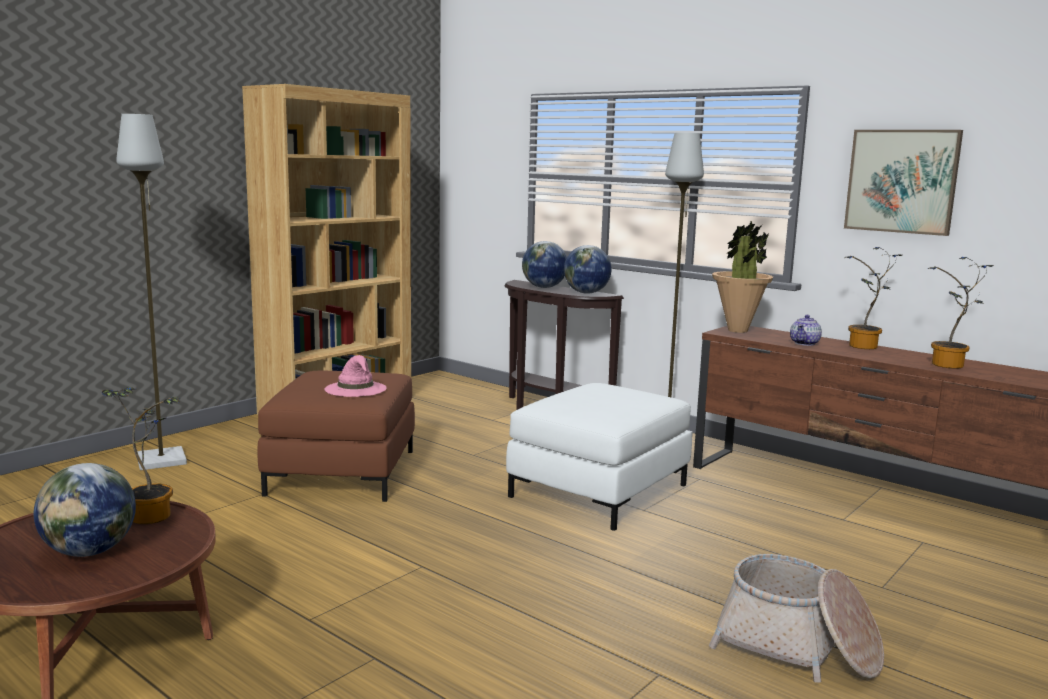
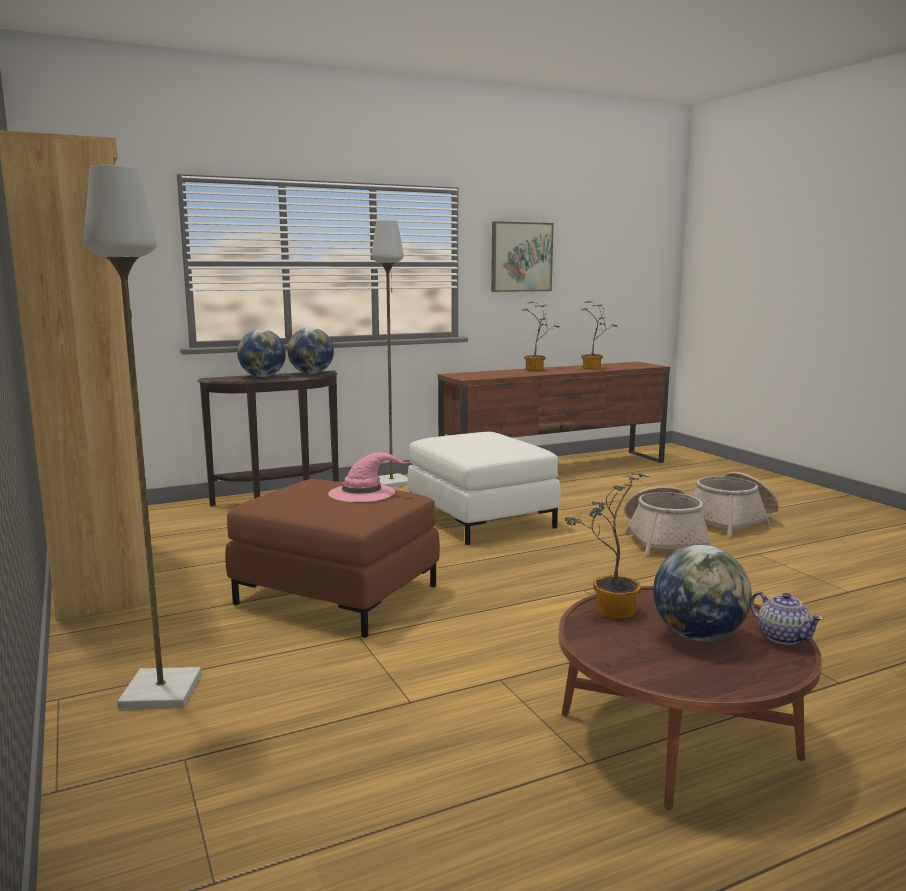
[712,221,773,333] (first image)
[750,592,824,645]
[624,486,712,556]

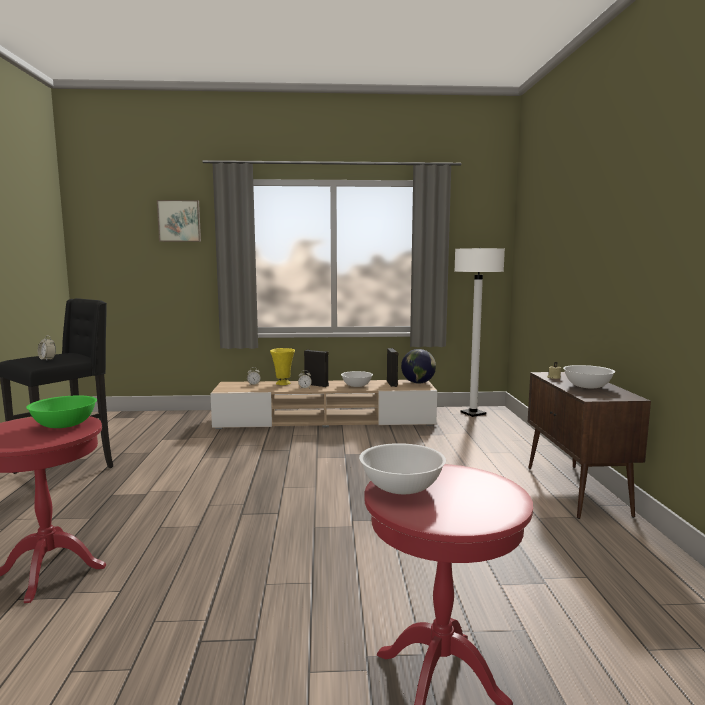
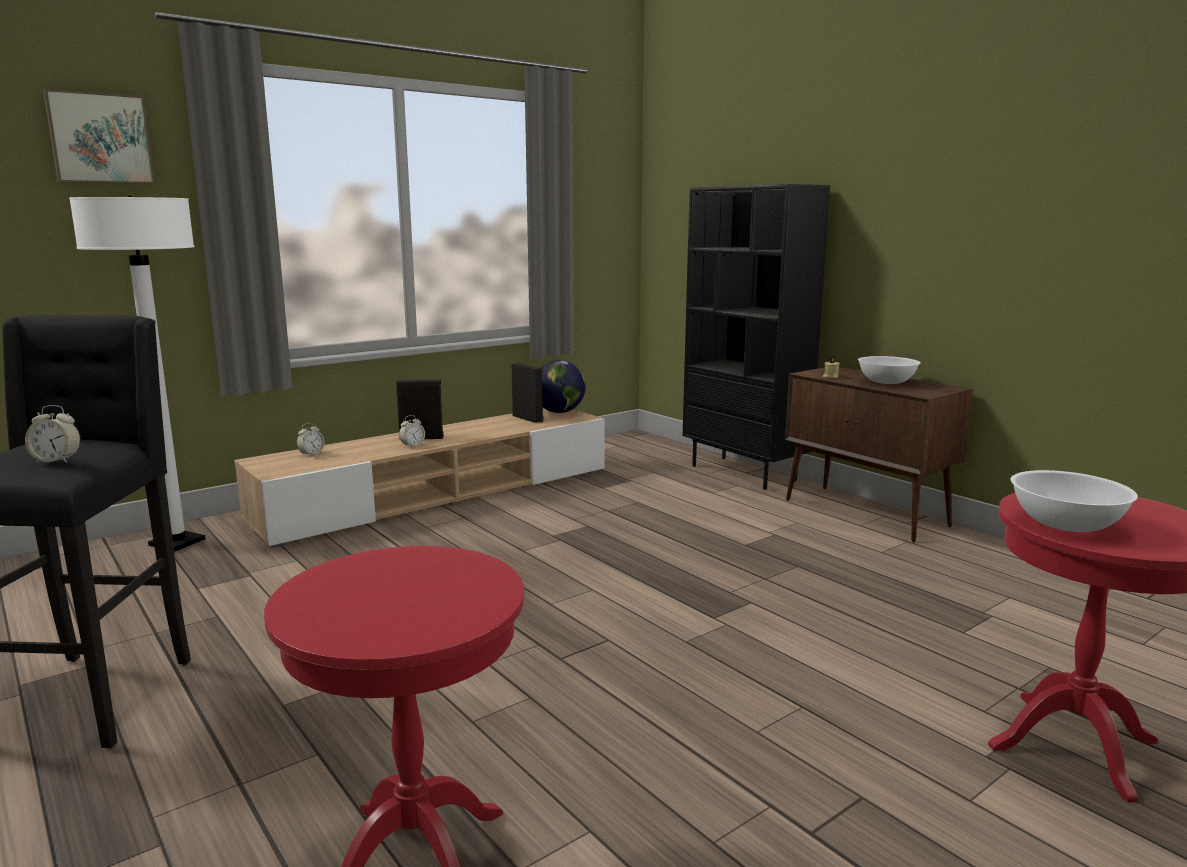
[69,196,206,552]
[270,348,295,385] (first image)
[341,371,373,387] (first image)
[26,395,97,428] (first image)
[683,184,830,490]

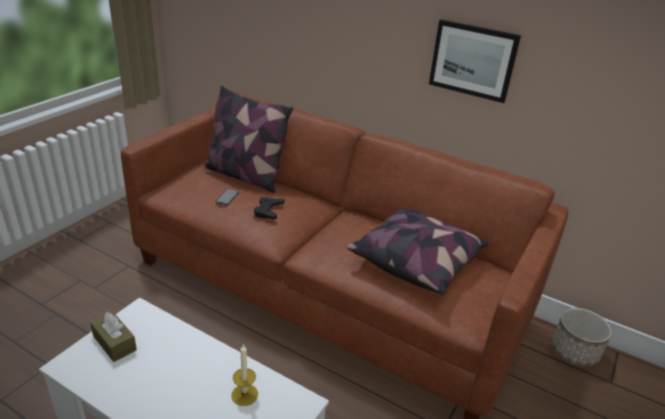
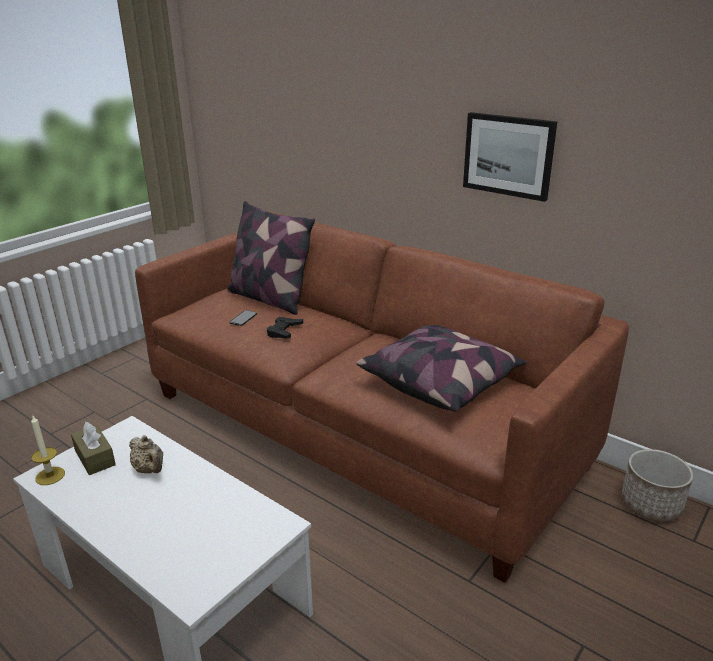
[31,416,65,485]
[129,435,163,473]

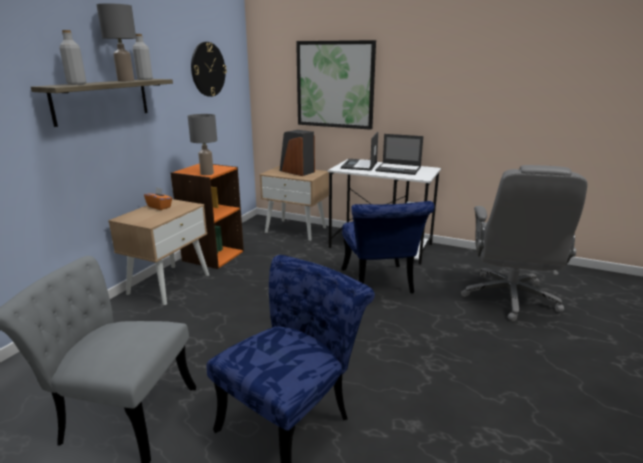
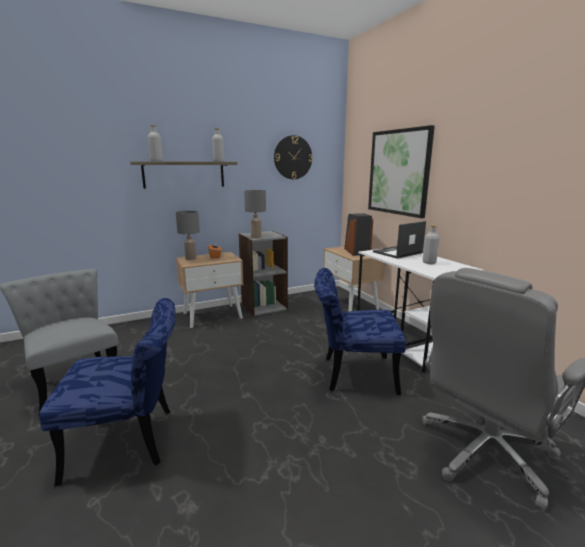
[176,211,200,260]
[422,225,439,264]
[239,231,288,316]
[314,268,406,395]

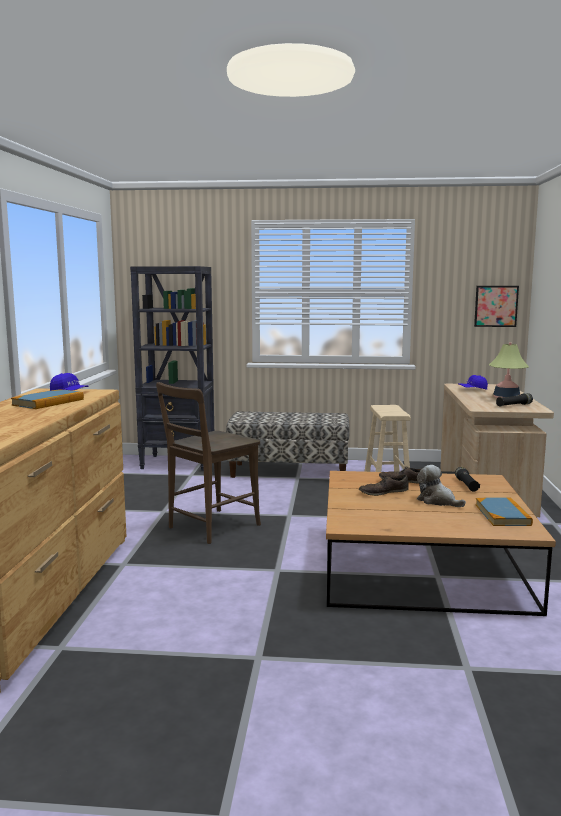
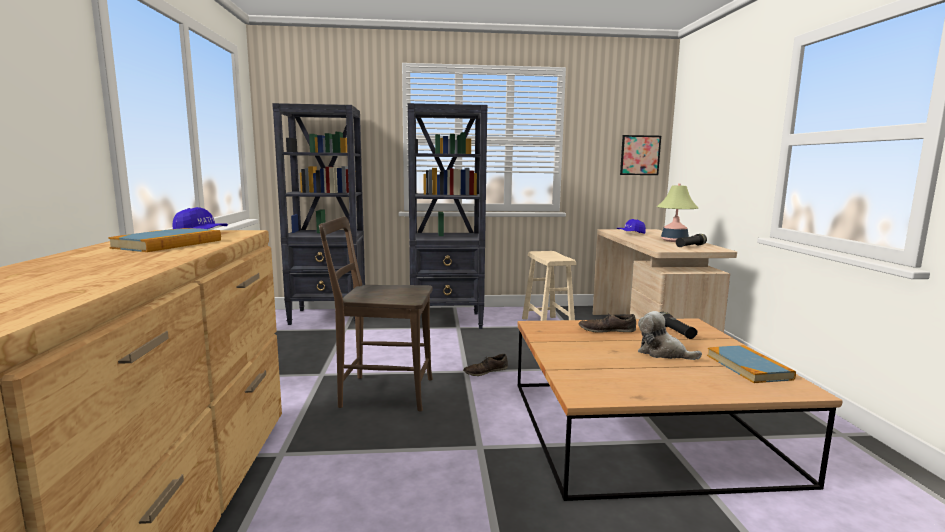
[319,217,433,411]
[408,103,488,329]
[463,354,508,376]

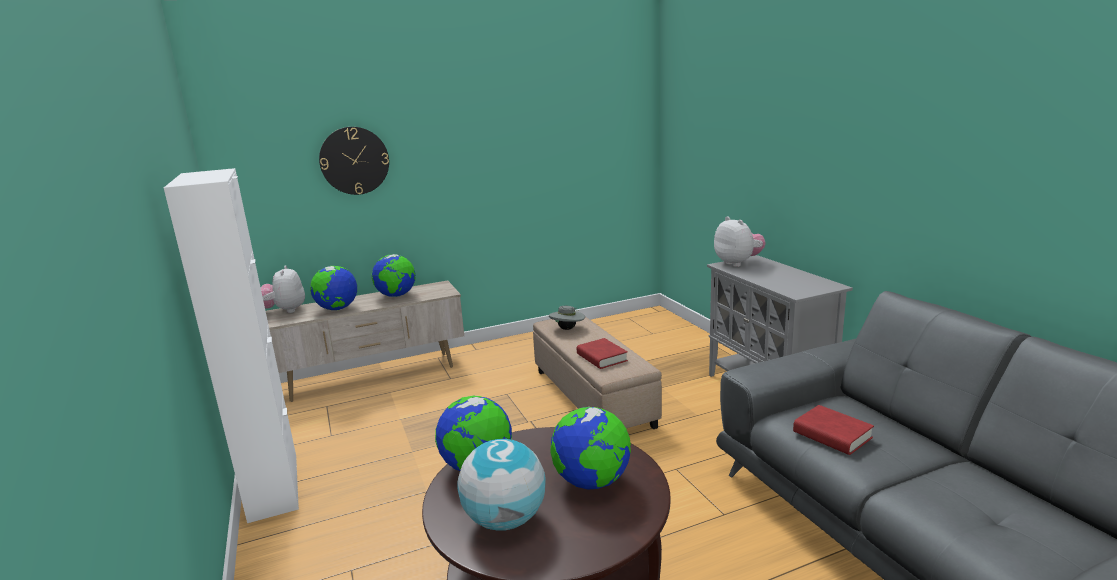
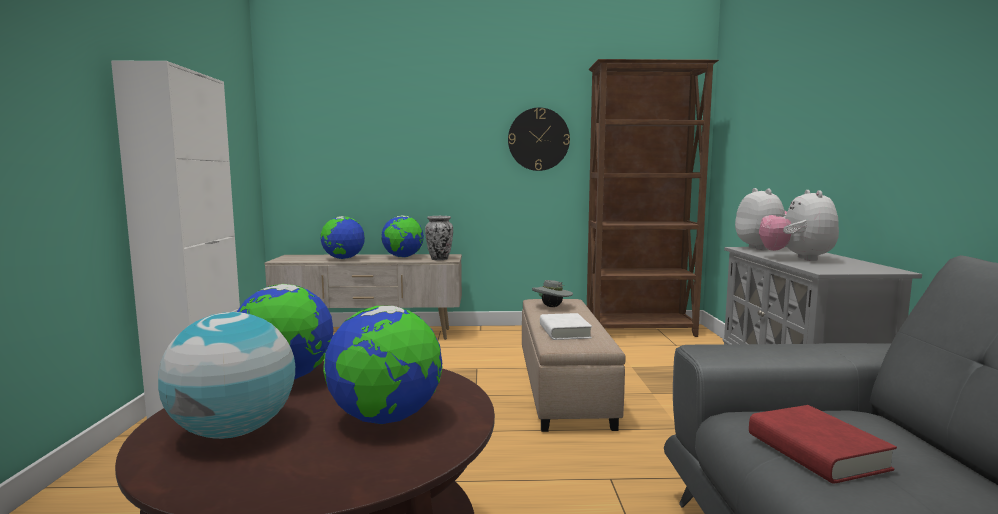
[508,108,570,171]
[759,190,839,261]
[540,313,592,340]
[587,59,719,337]
[425,216,453,260]

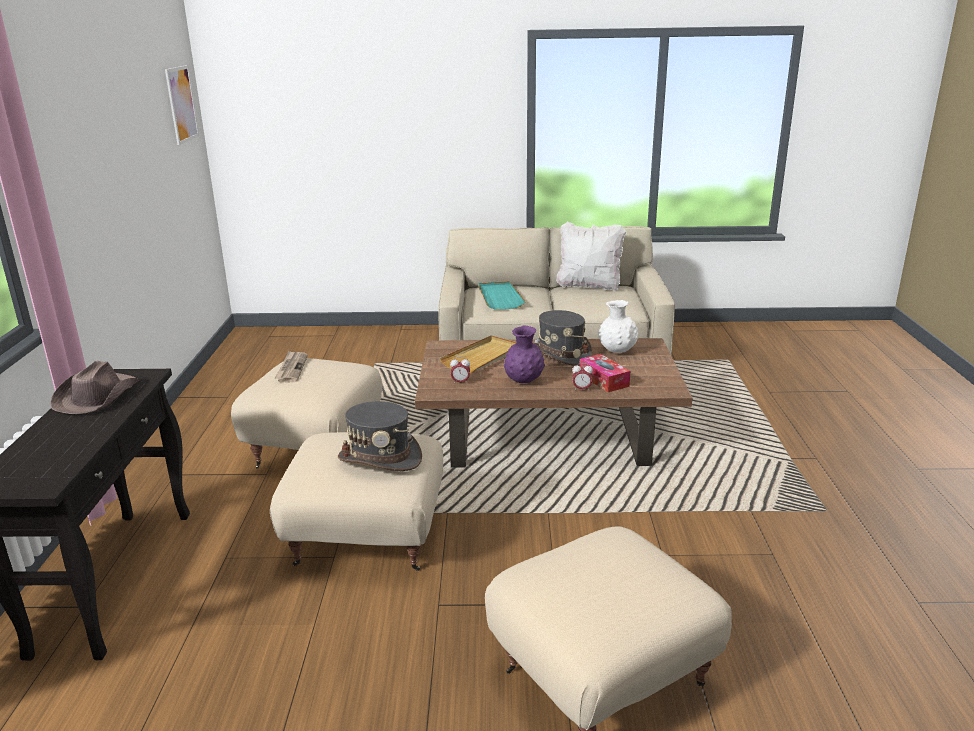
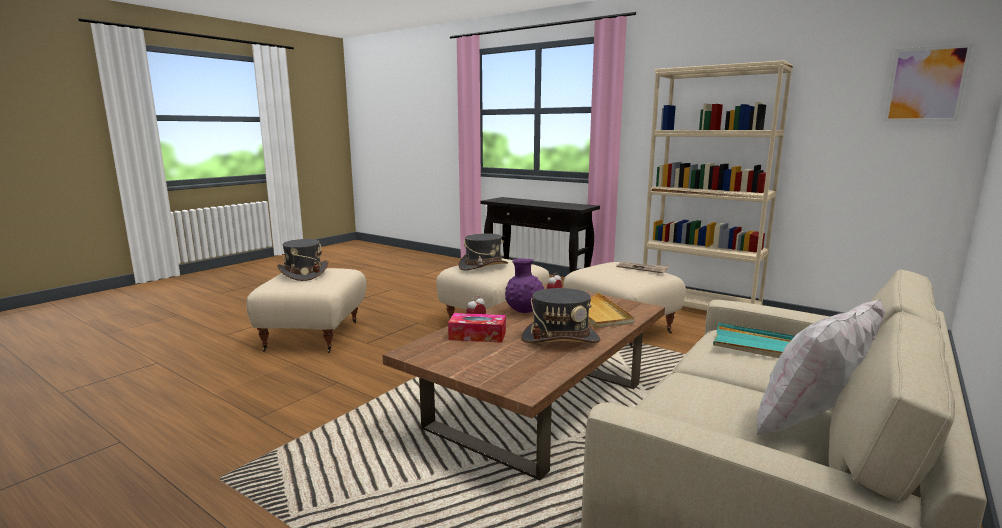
[598,300,638,353] (first image)
[50,361,140,414] (first image)
[643,60,793,311]
[277,239,328,281]

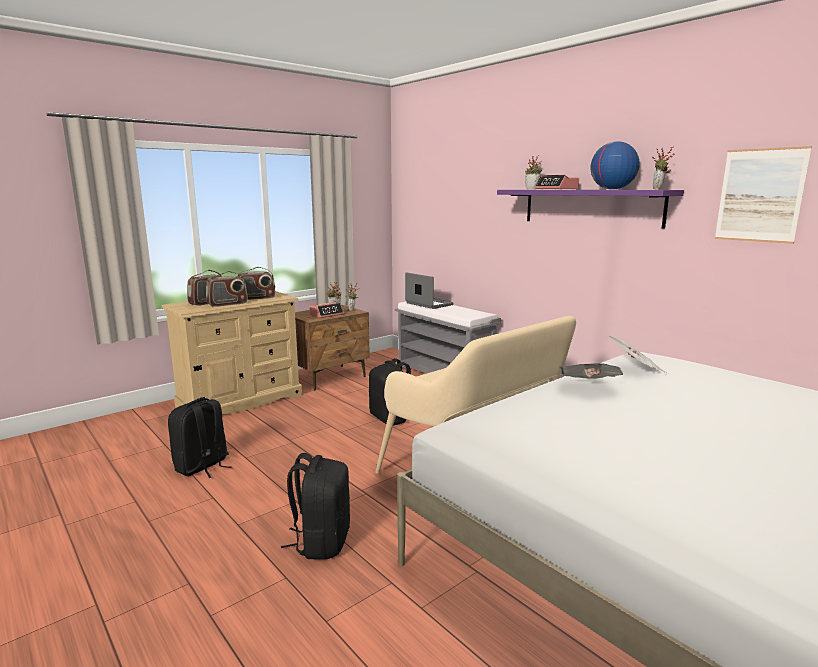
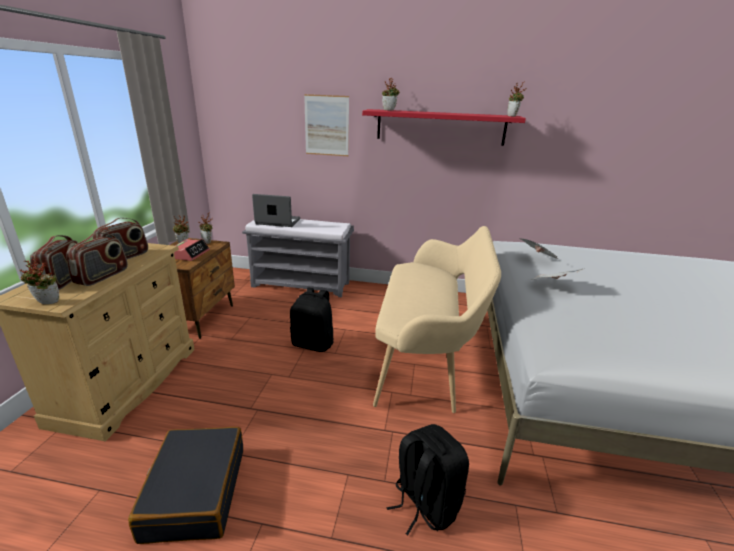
[591,141,640,190] (first image)
[304,94,349,156]
[535,175,579,190] (first image)
[362,109,526,146]
[128,427,243,544]
[20,256,59,304]

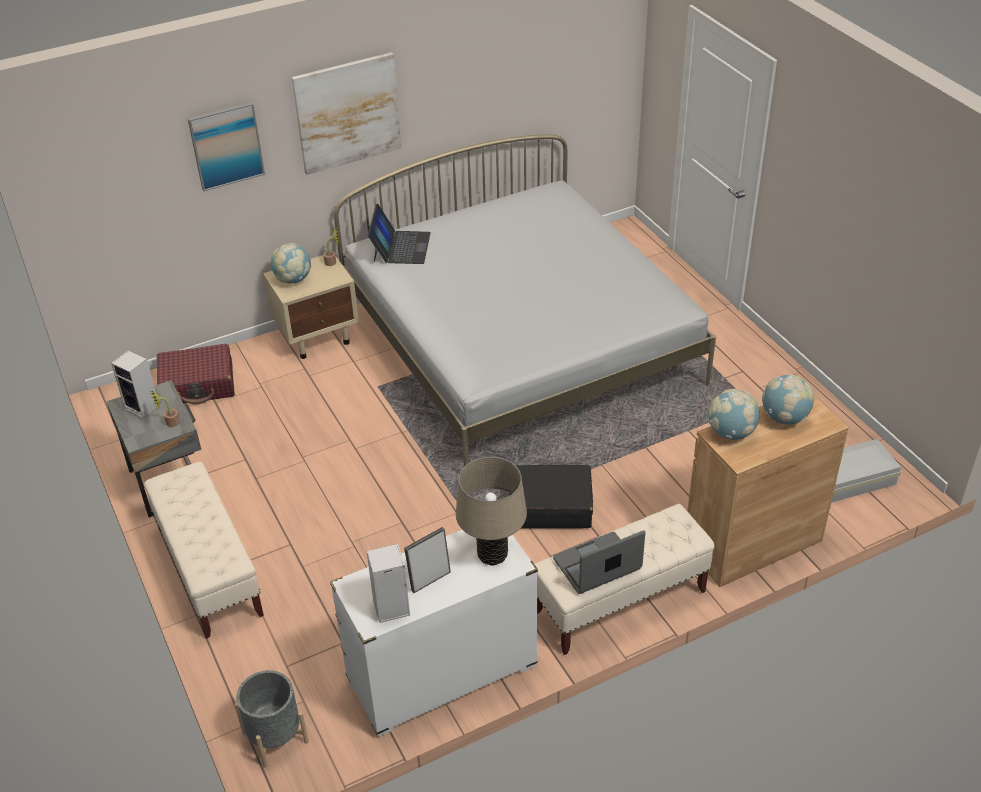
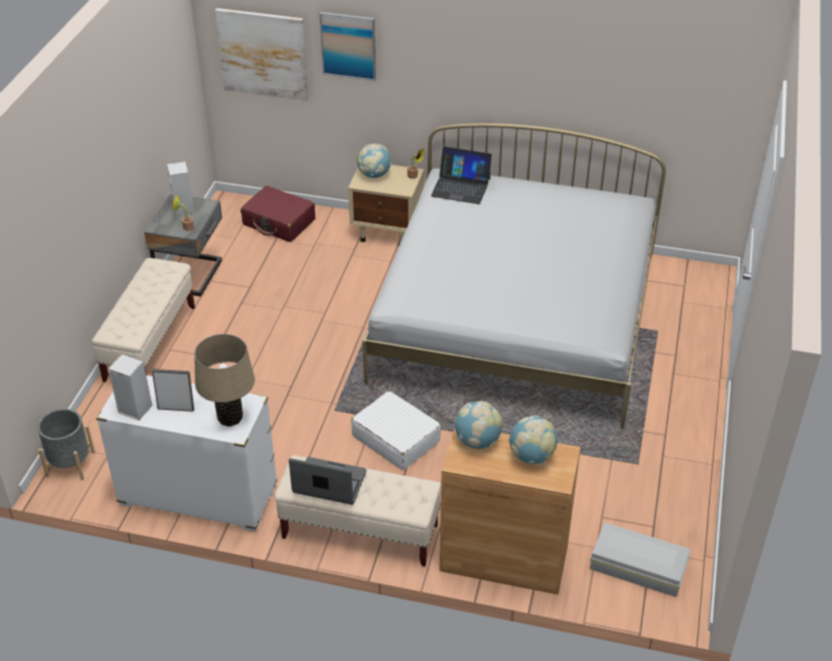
[215,8,309,101]
[431,146,492,204]
[351,391,441,470]

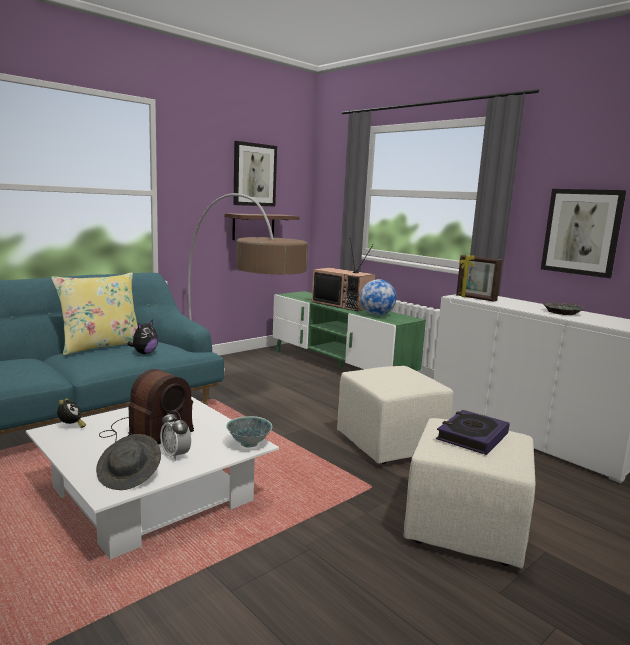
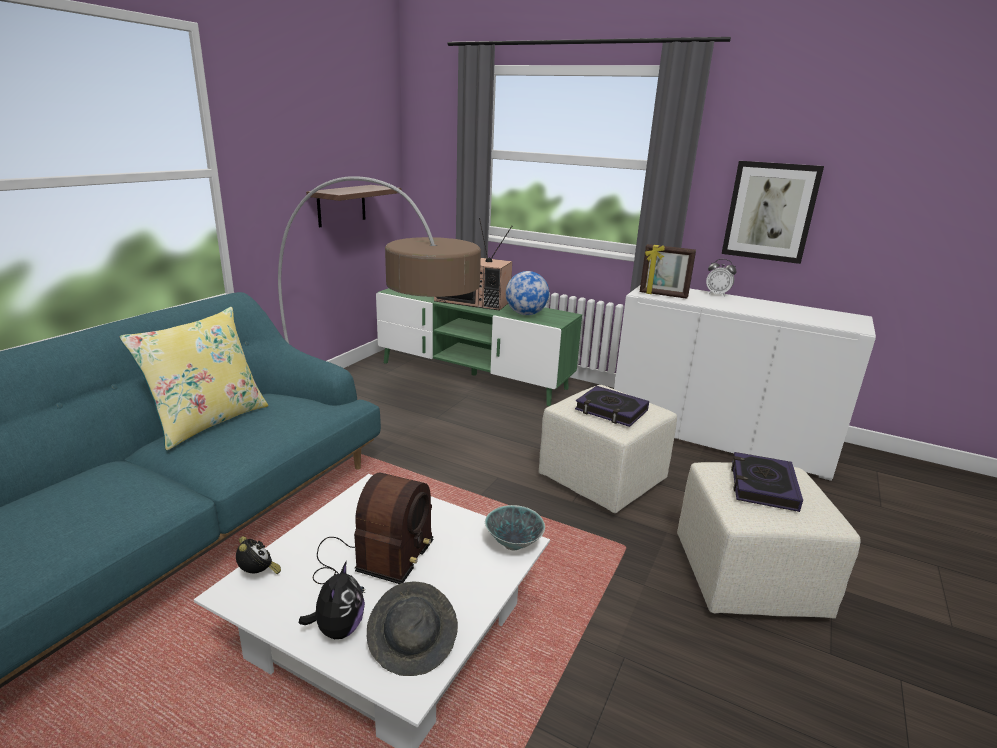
[233,141,277,206] (first image)
[543,302,584,315] (first image)
[299,561,365,639]
[706,259,737,297]
[575,386,649,427]

